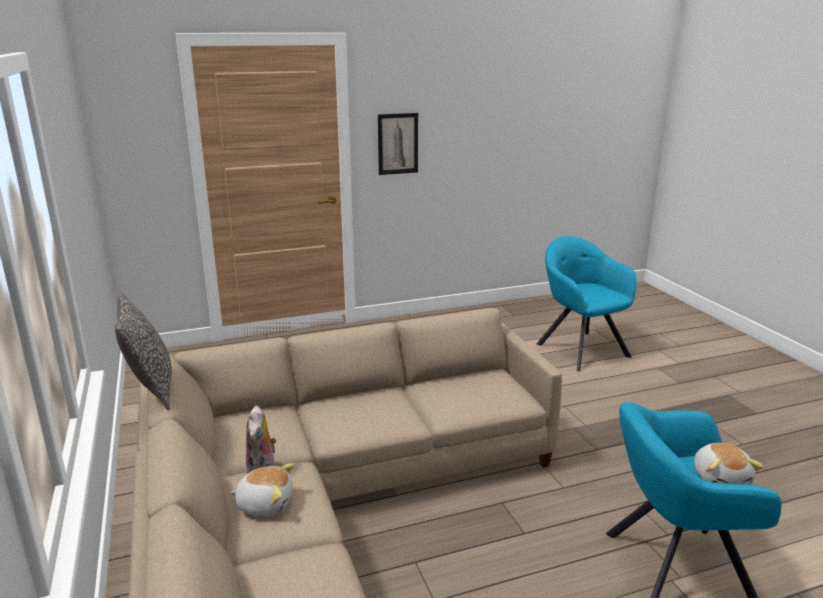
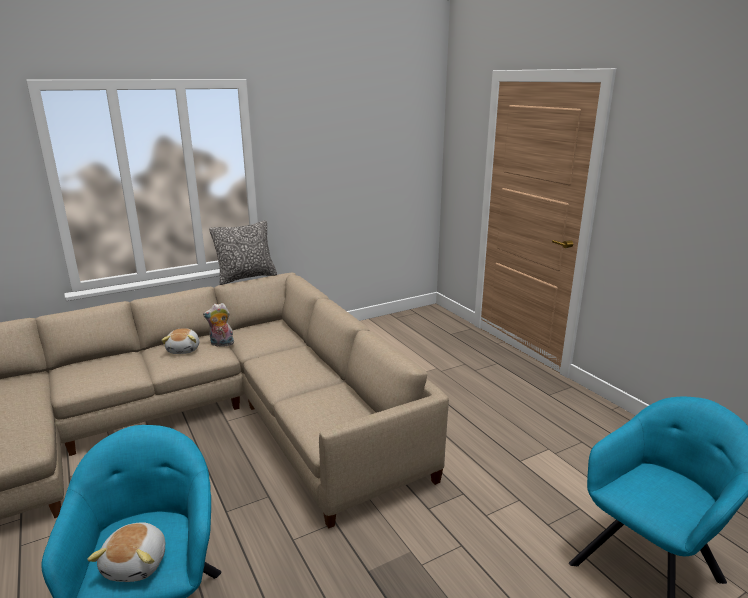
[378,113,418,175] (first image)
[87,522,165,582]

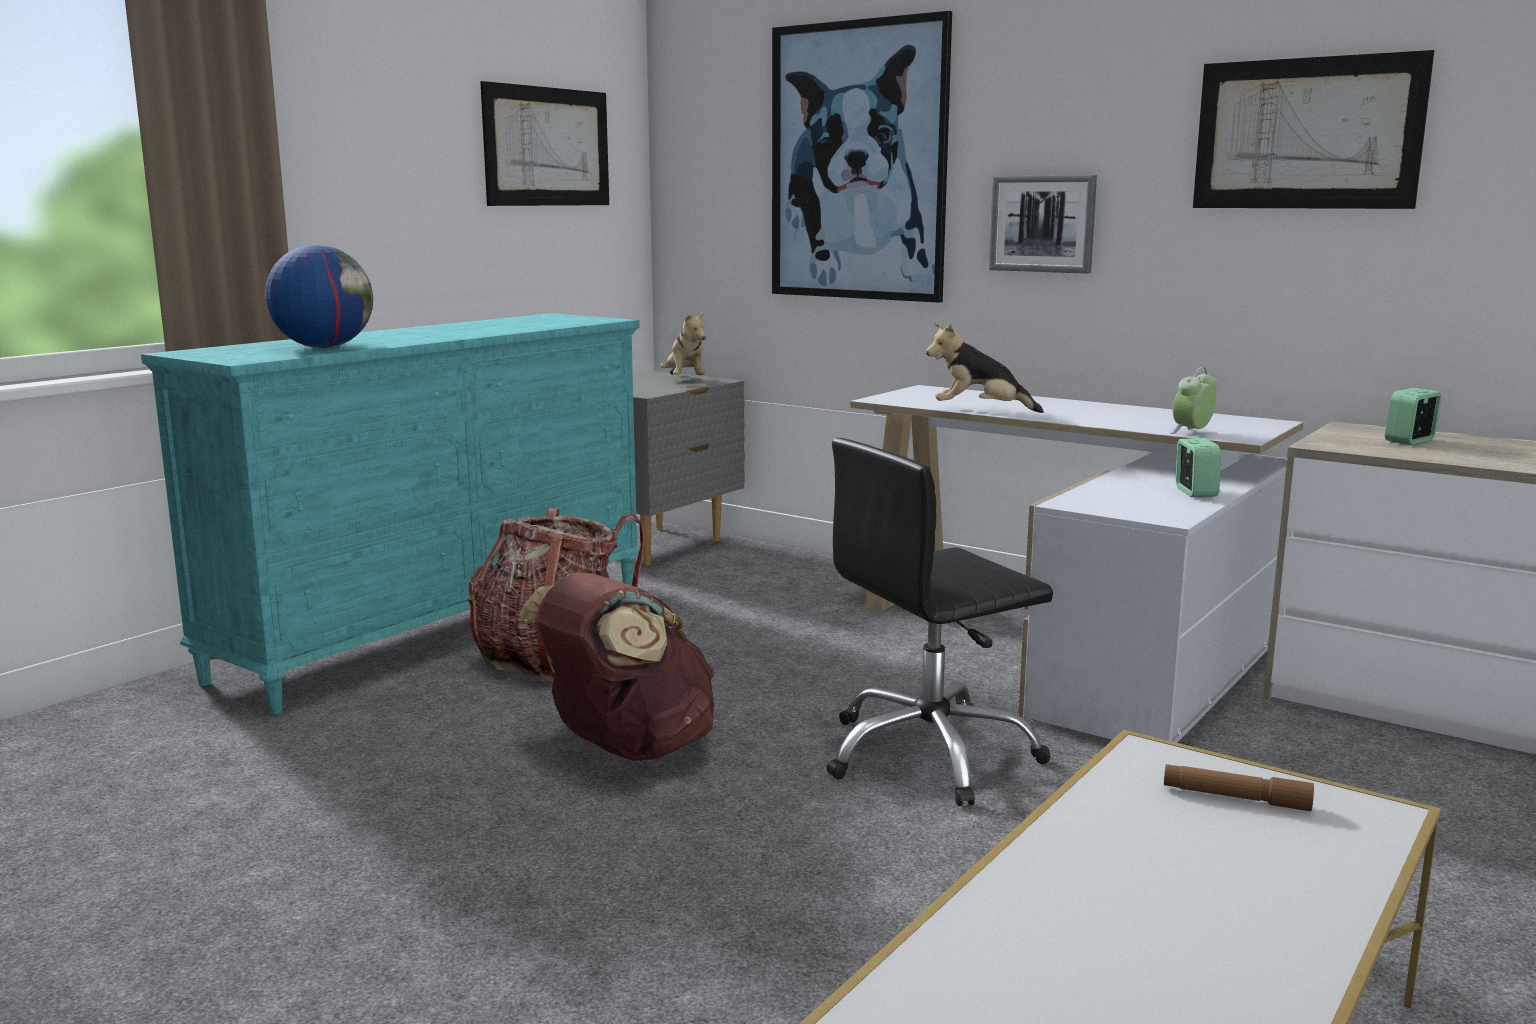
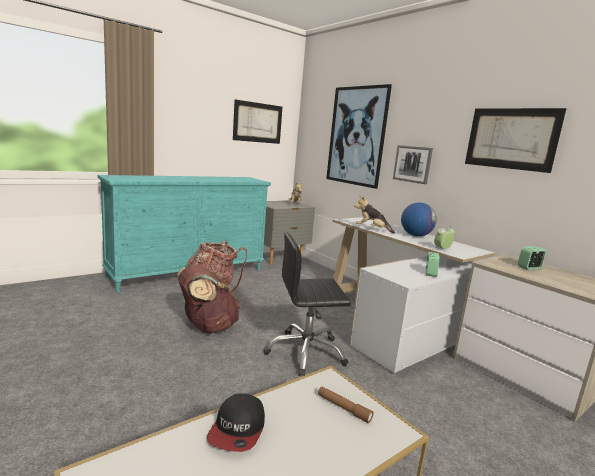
[401,202,437,237]
[207,393,265,452]

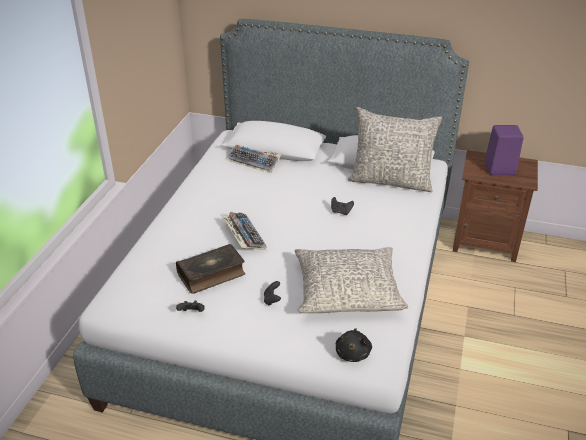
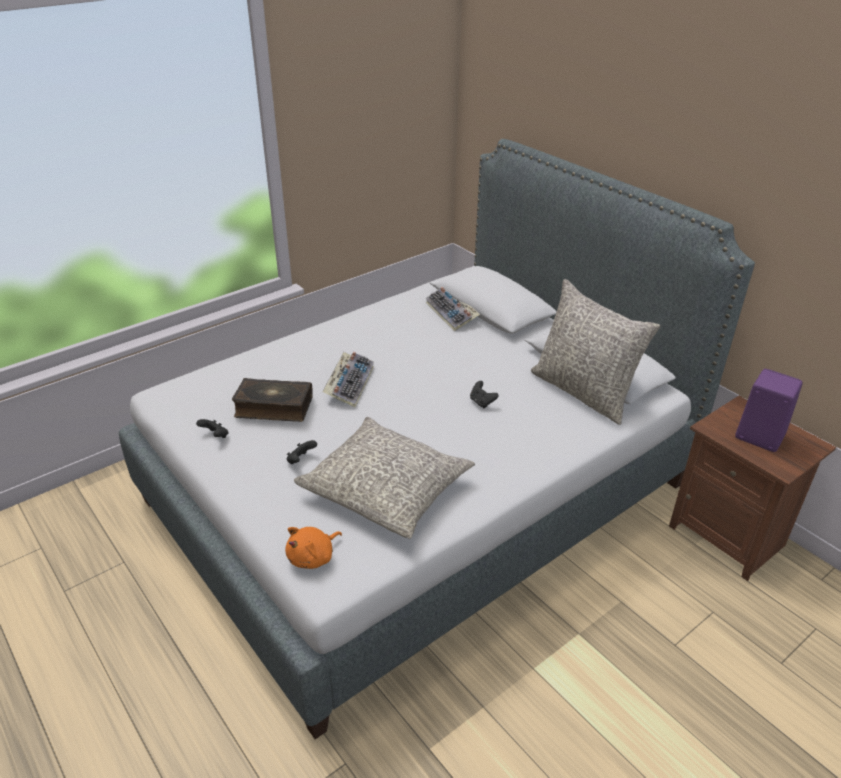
[285,527,342,569]

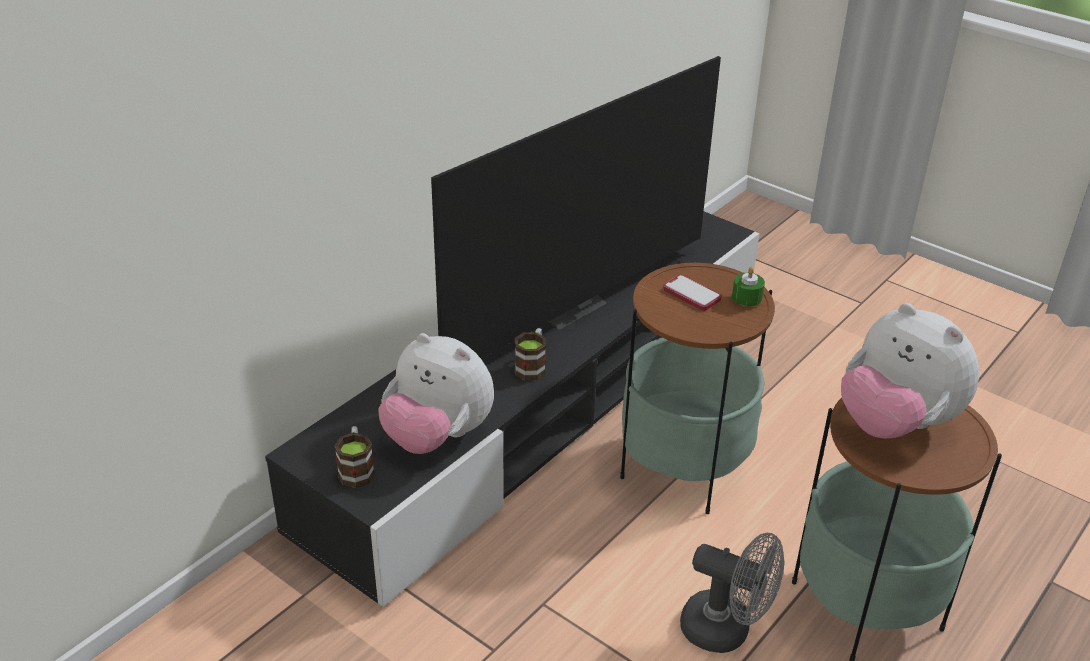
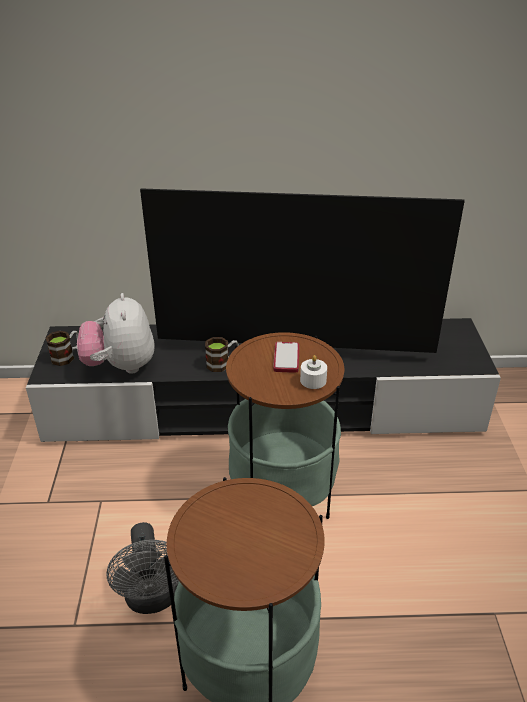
[300,355,327,389]
[841,303,979,439] (first image)

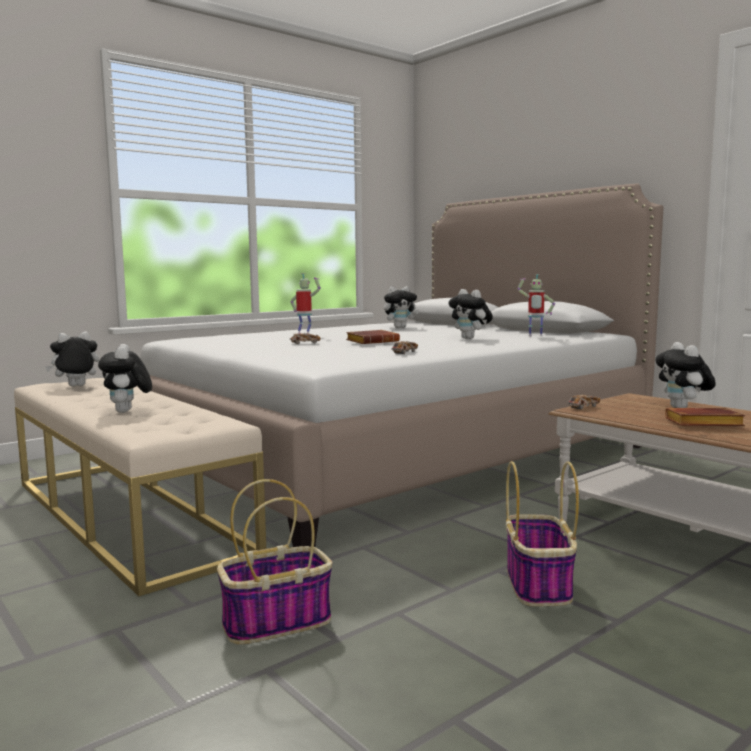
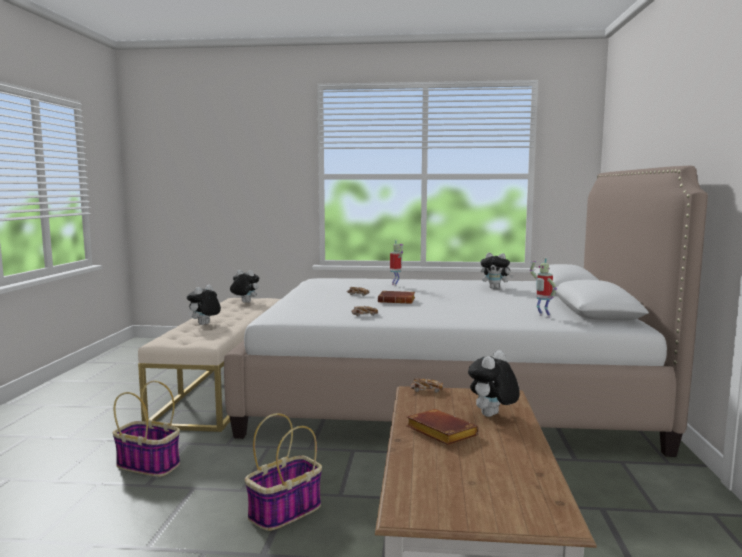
[449,289,493,339] (first image)

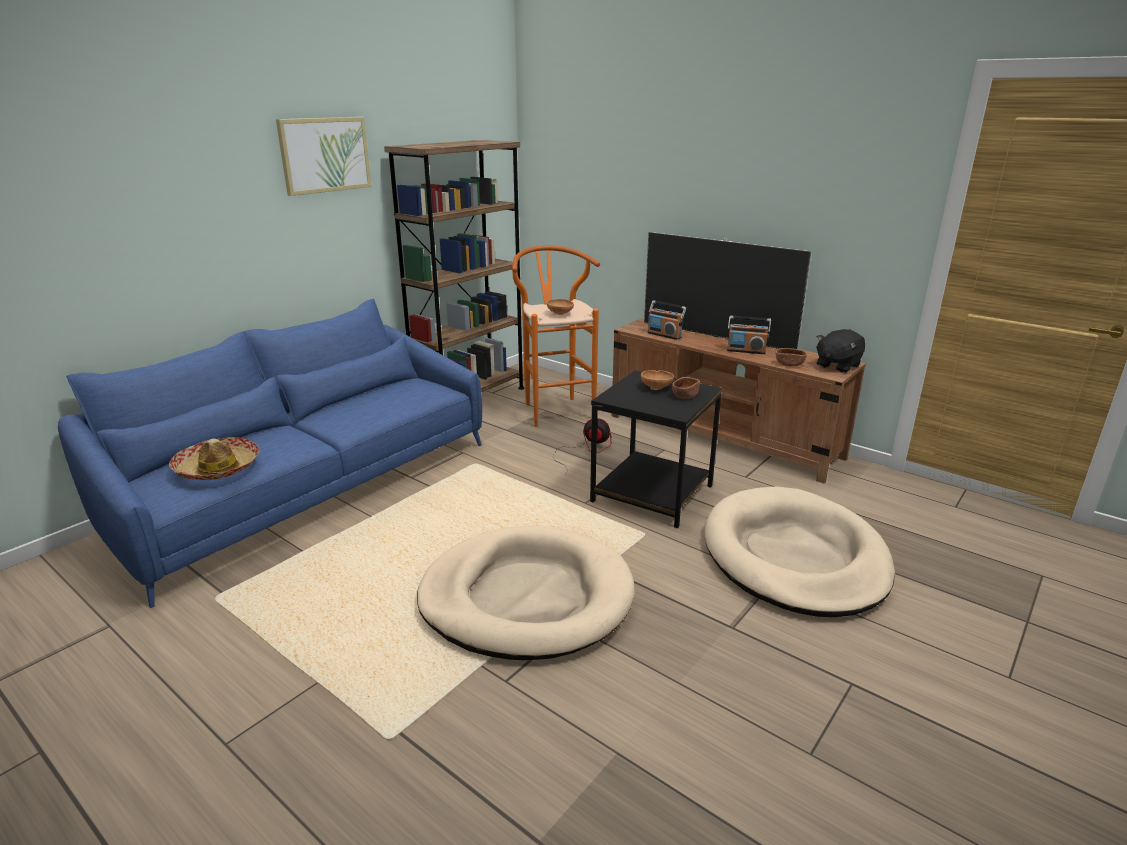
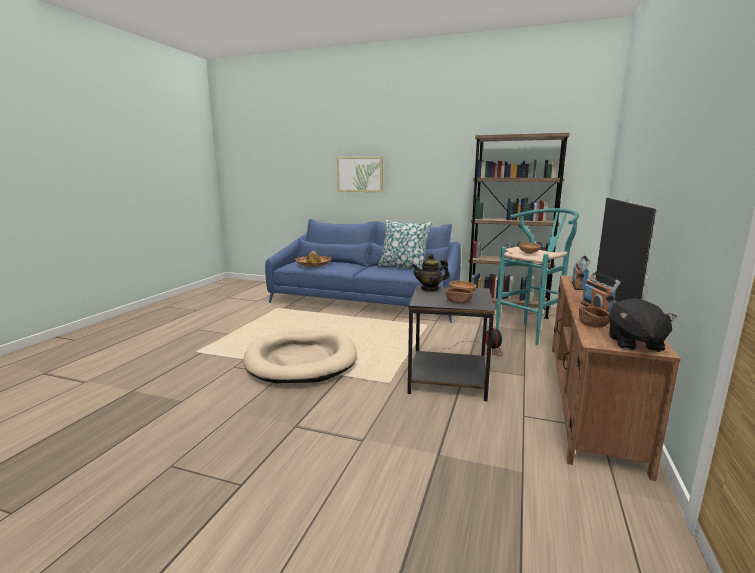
[337,156,383,192]
[496,208,579,345]
[609,298,677,352]
[705,486,895,617] (first image)
[377,220,432,270]
[412,254,449,292]

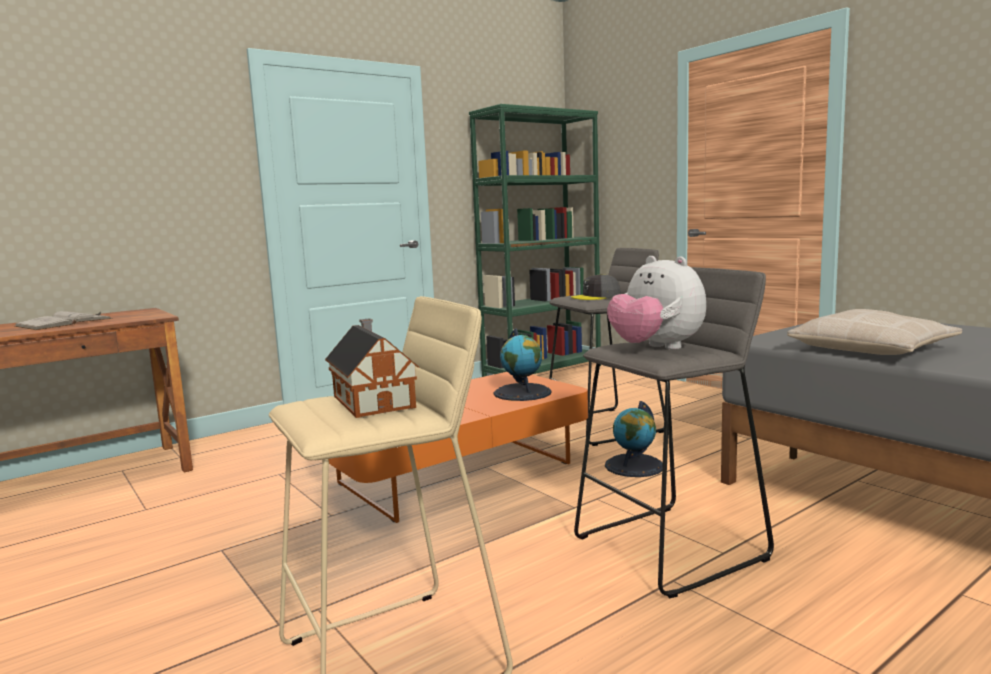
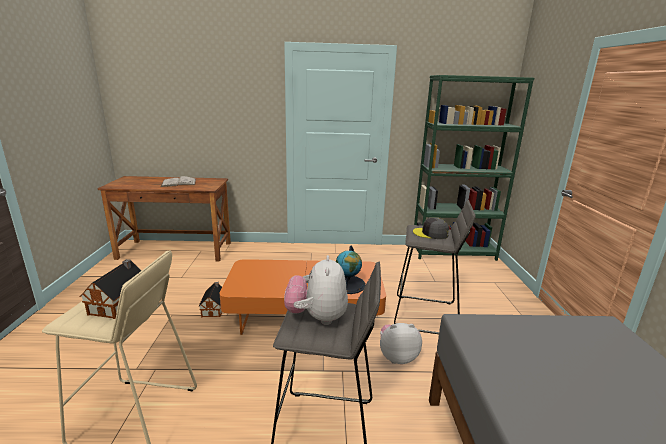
[787,309,962,355] (first image)
[380,323,422,364]
[198,282,222,317]

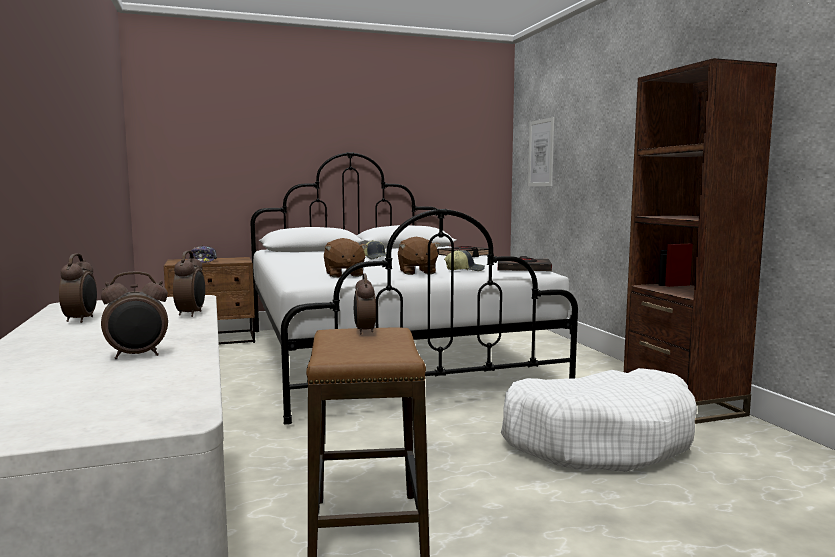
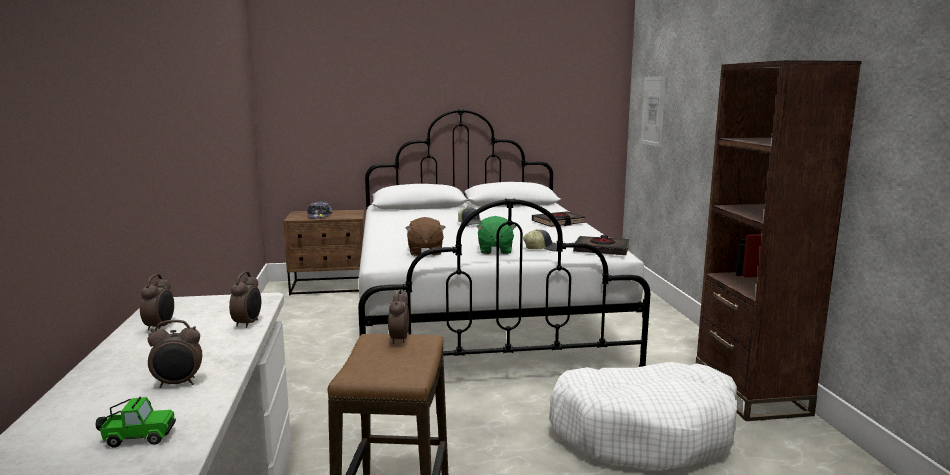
[476,216,516,254]
[96,397,176,448]

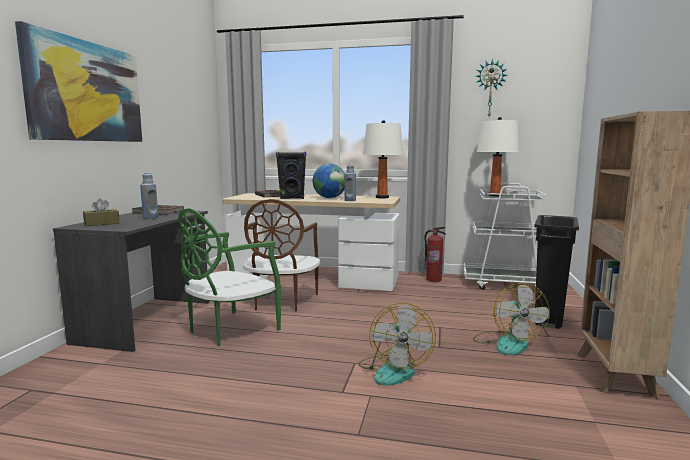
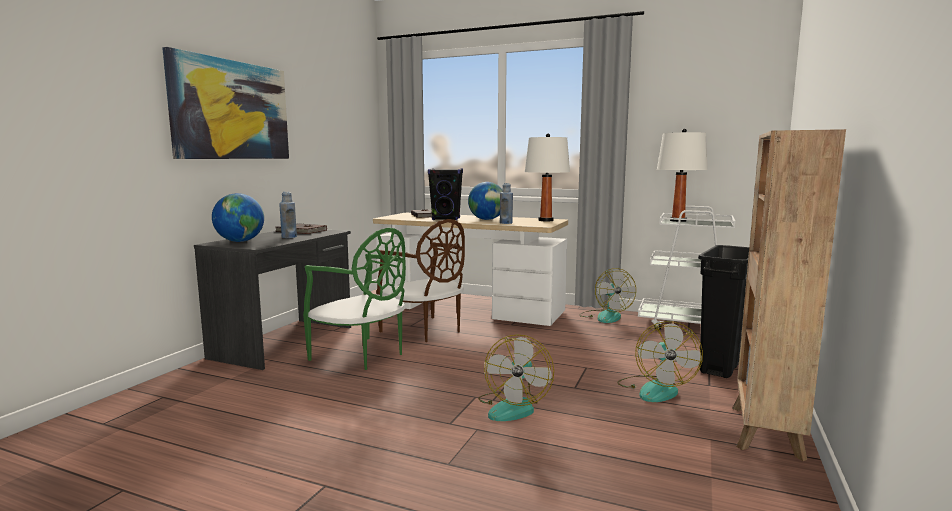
[476,59,507,117] (first image)
[212,193,264,242]
[377,219,465,342]
[303,228,406,370]
[579,268,636,323]

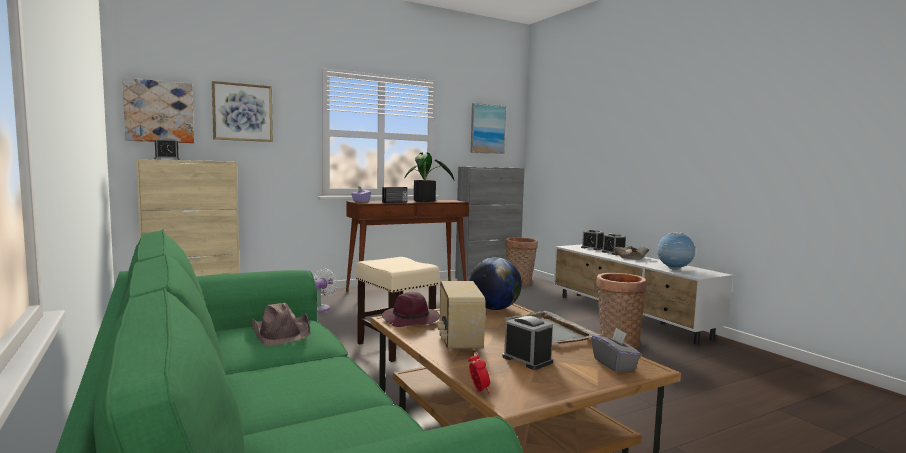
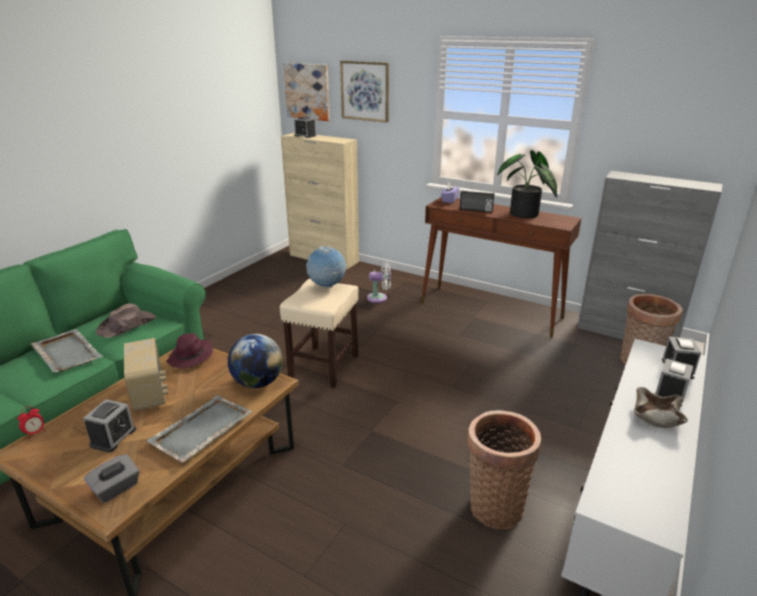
[471,103,506,154] (first image)
[306,246,346,288]
[124,338,168,411]
[31,329,103,373]

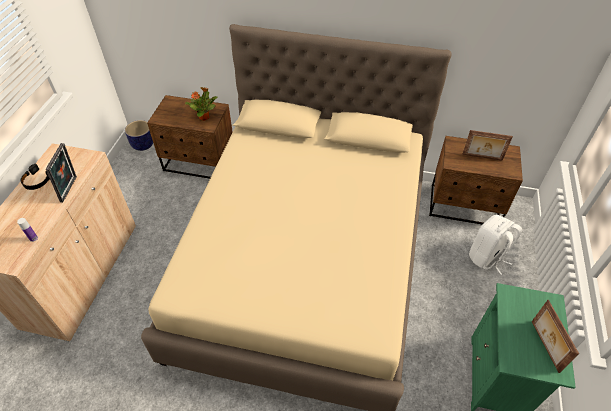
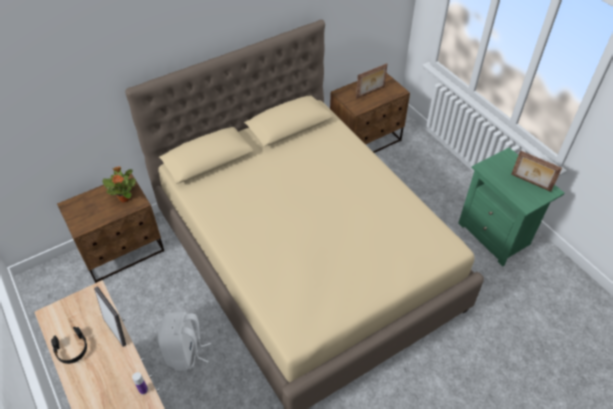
[125,120,153,151] (first image)
[158,312,211,371]

